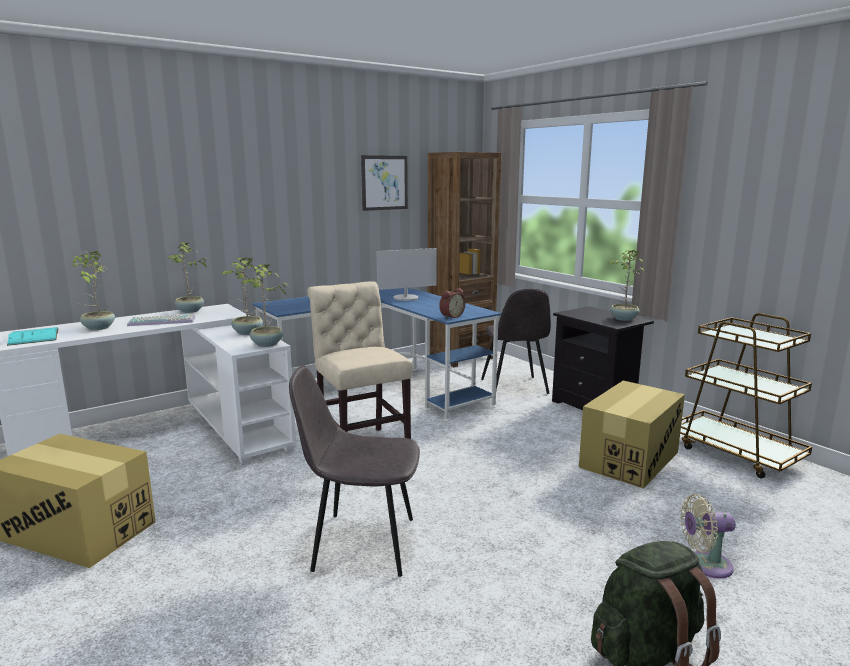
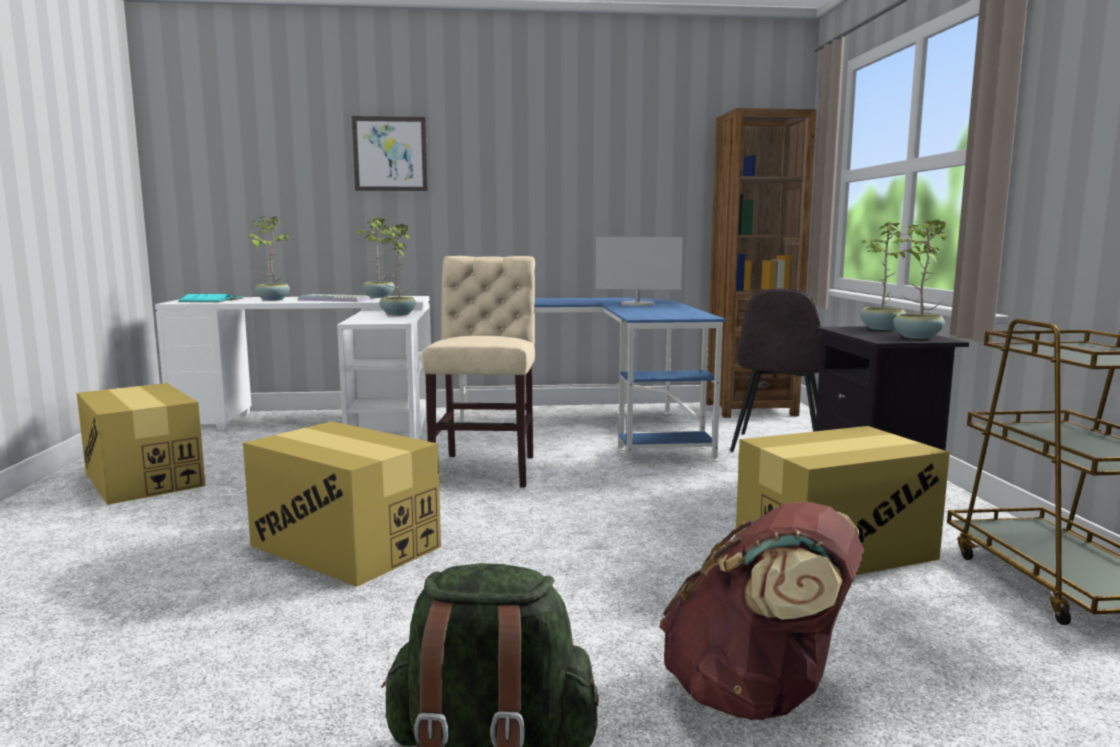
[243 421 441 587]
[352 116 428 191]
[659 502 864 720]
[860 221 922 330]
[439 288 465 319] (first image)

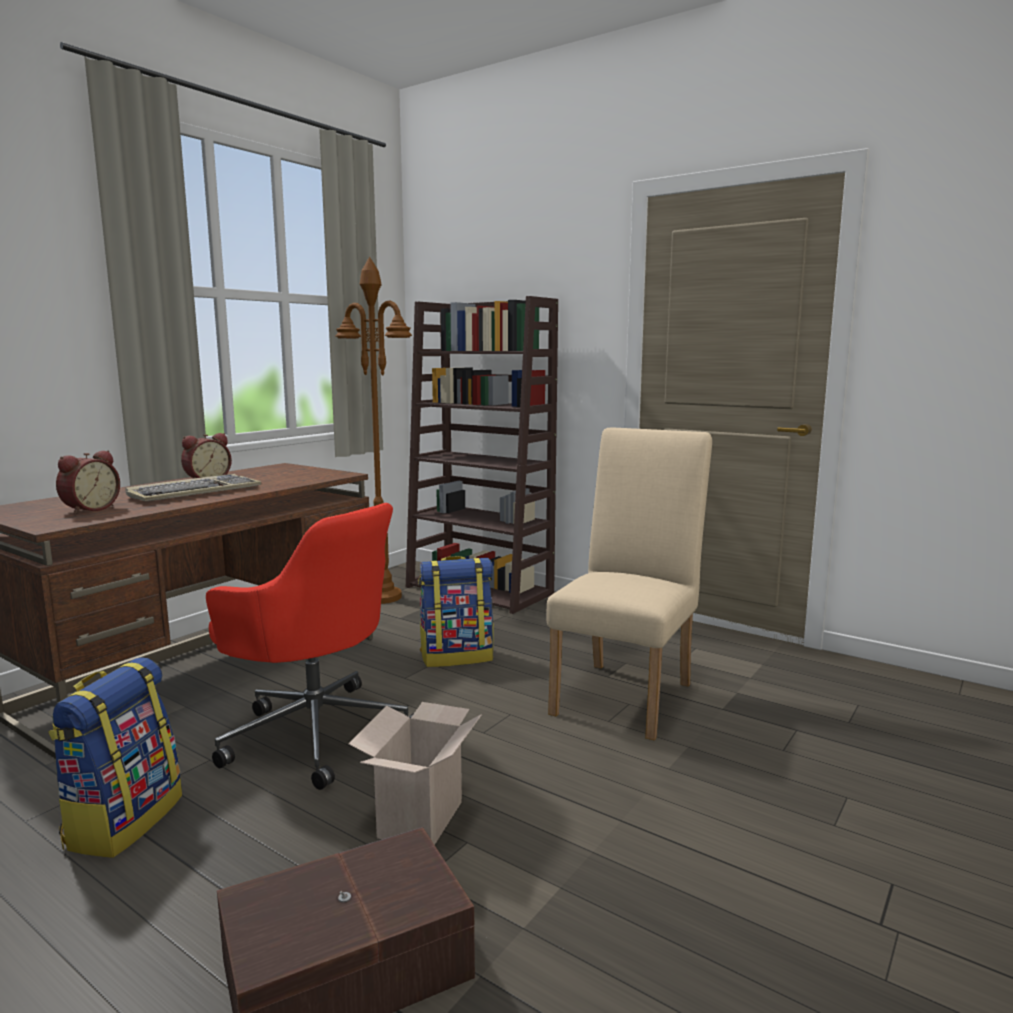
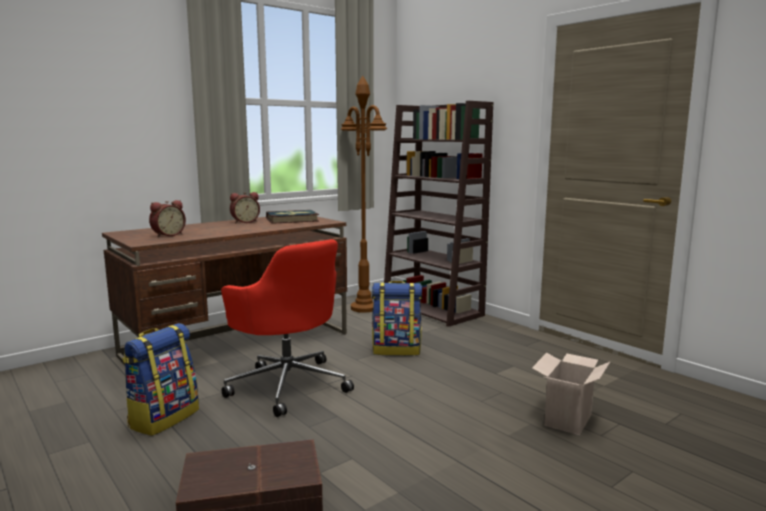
[266 210 319 224]
[532 353 610 435]
[125 474 261 501] (first image)
[547 427 712 741] (first image)

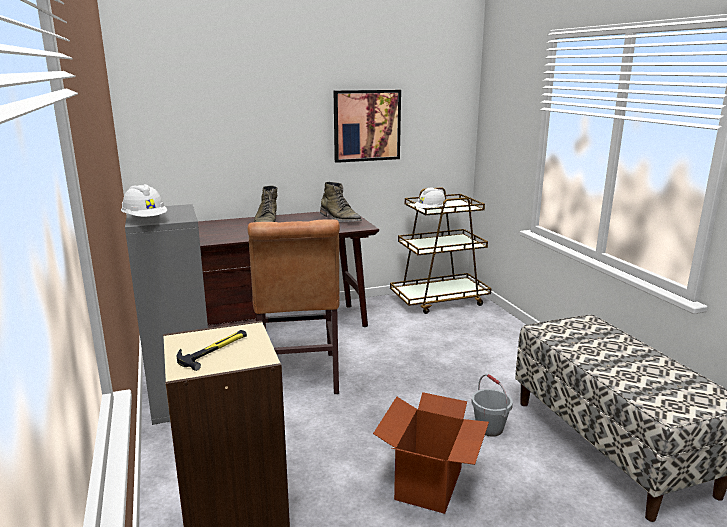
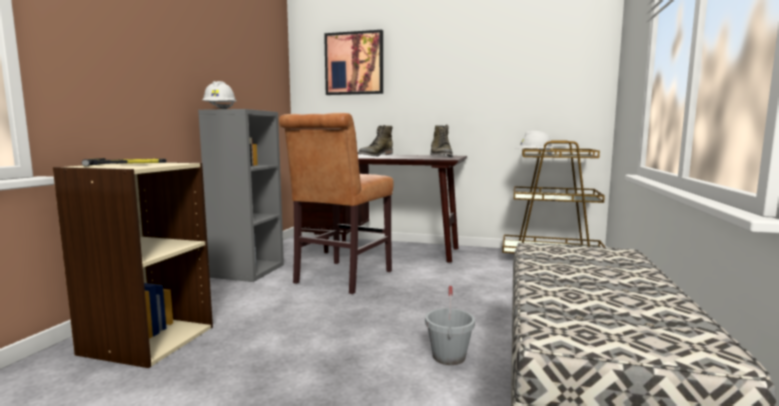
[324 30 383 95]
[373 392 489 514] (first image)

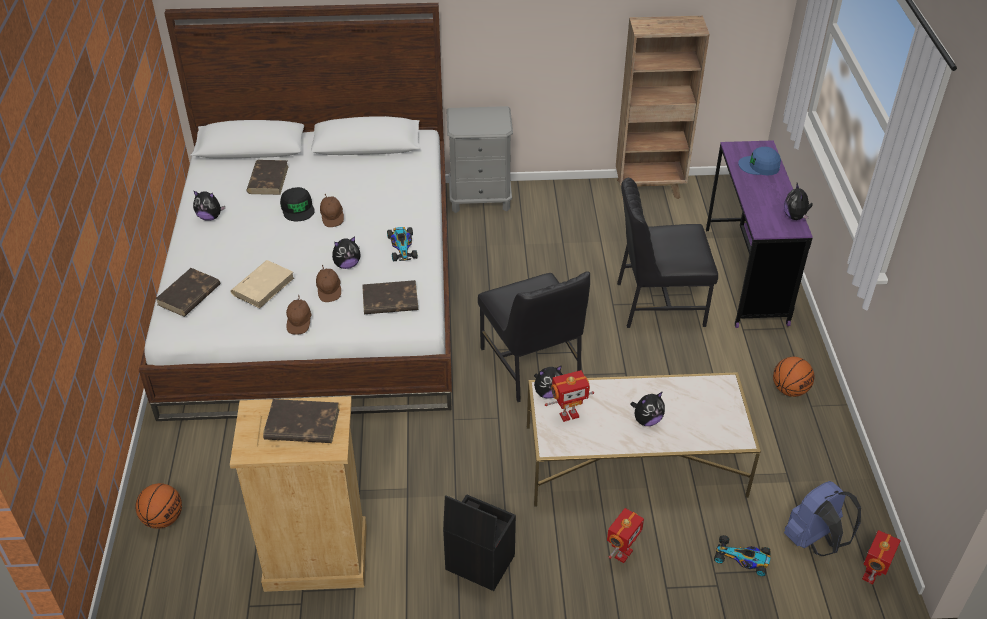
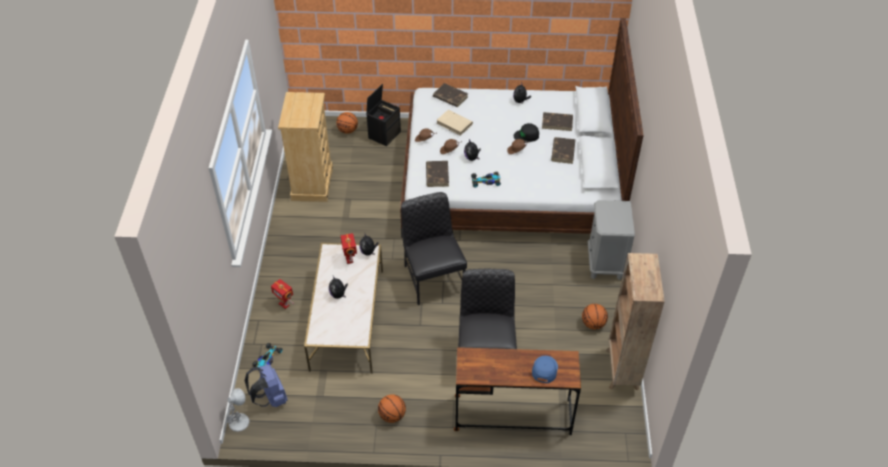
[227 388 249 432]
[366 84 401 146]
[401 192 467 305]
[454 347 581 435]
[551 137 575 164]
[582 304 608 330]
[784 183 813 220] (first image)

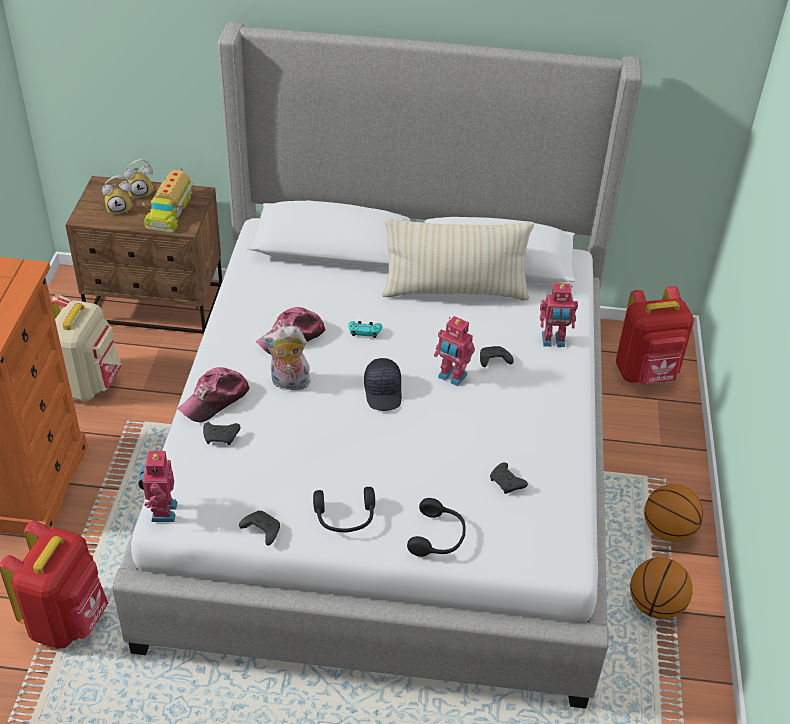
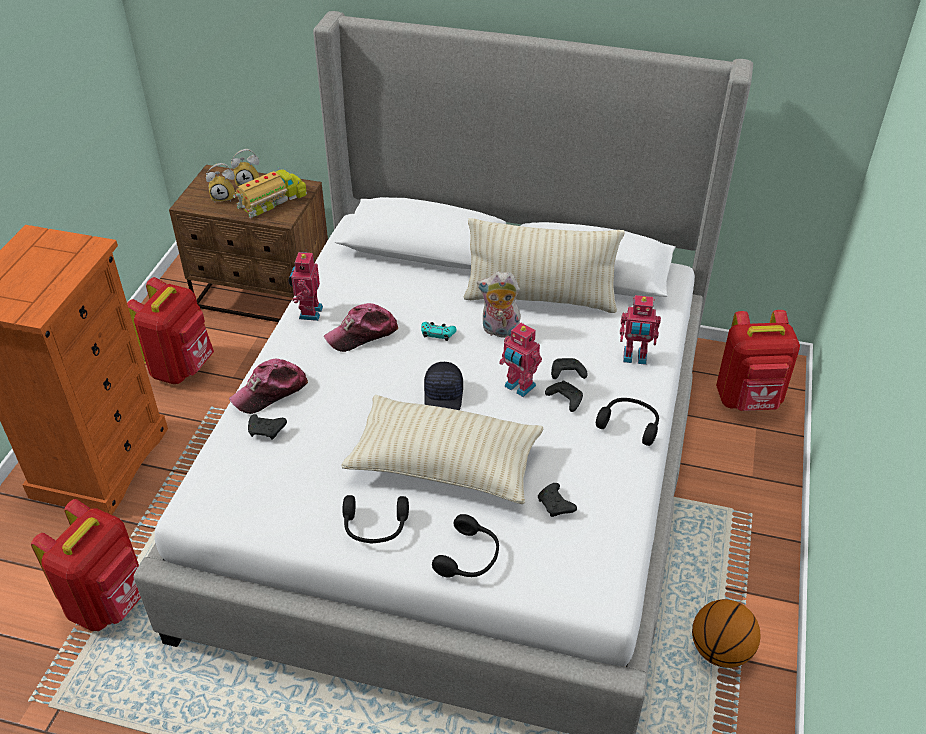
[127 277 214 384]
[233 166 307 219]
[288 249 323 321]
[342 395 543 504]
[477 272 521 338]
[545 380 583 412]
[596 398 659 446]
[644 484 703 542] (first image)

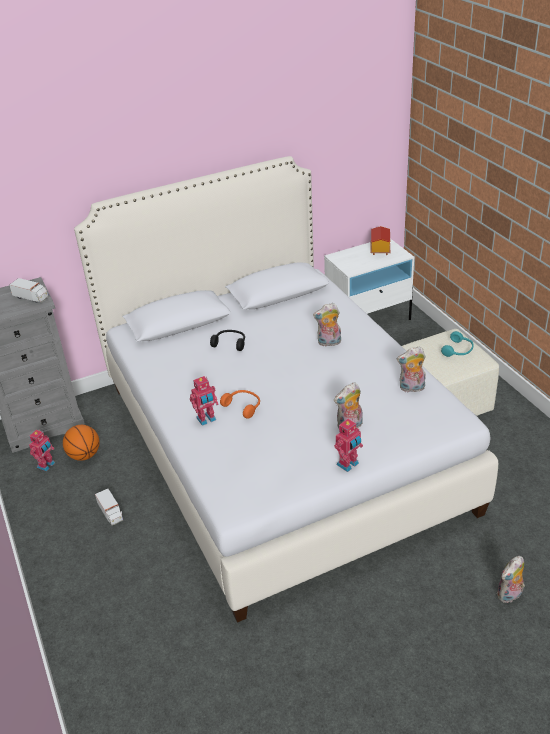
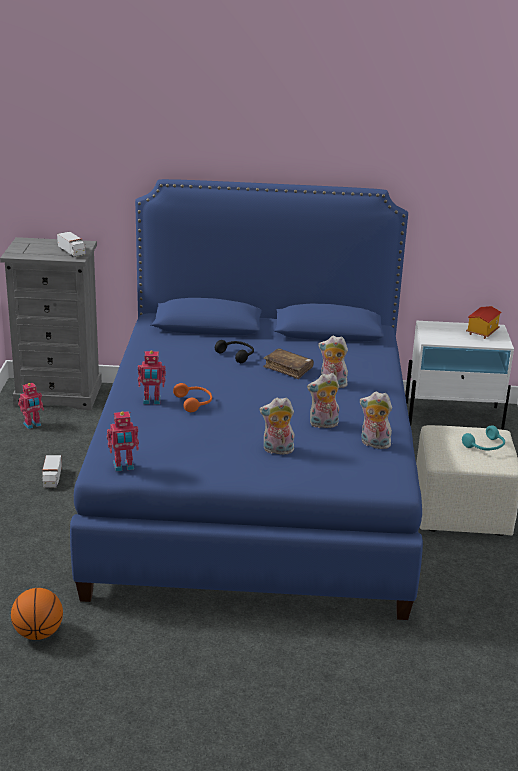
[11 588 63 640]
[70 179 423 620]
[107 411 139 472]
[263 348 314 379]
[307 373 339 428]

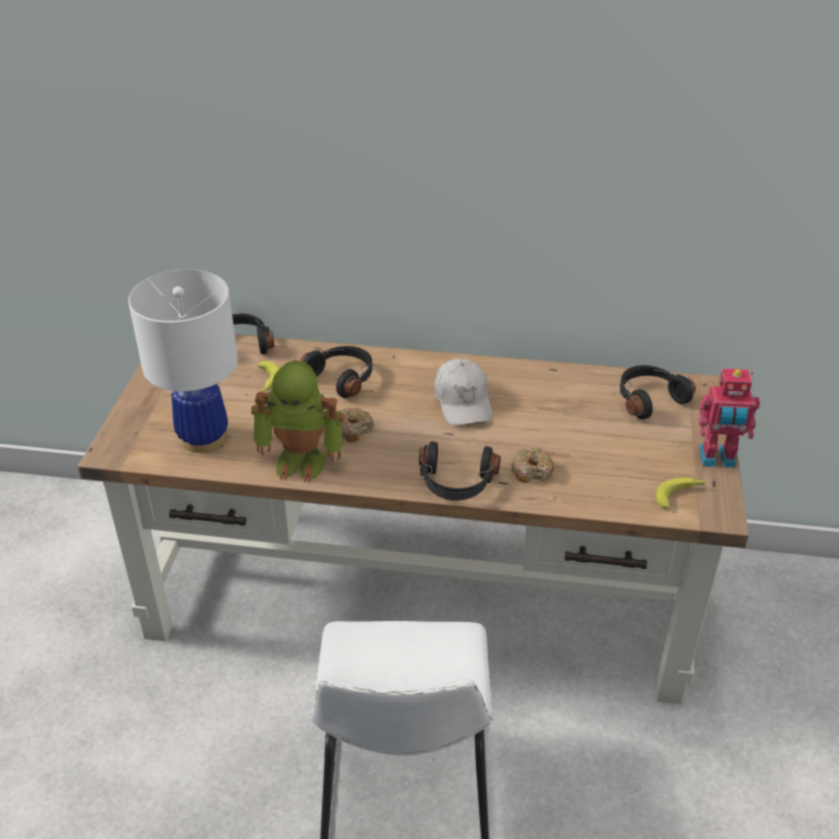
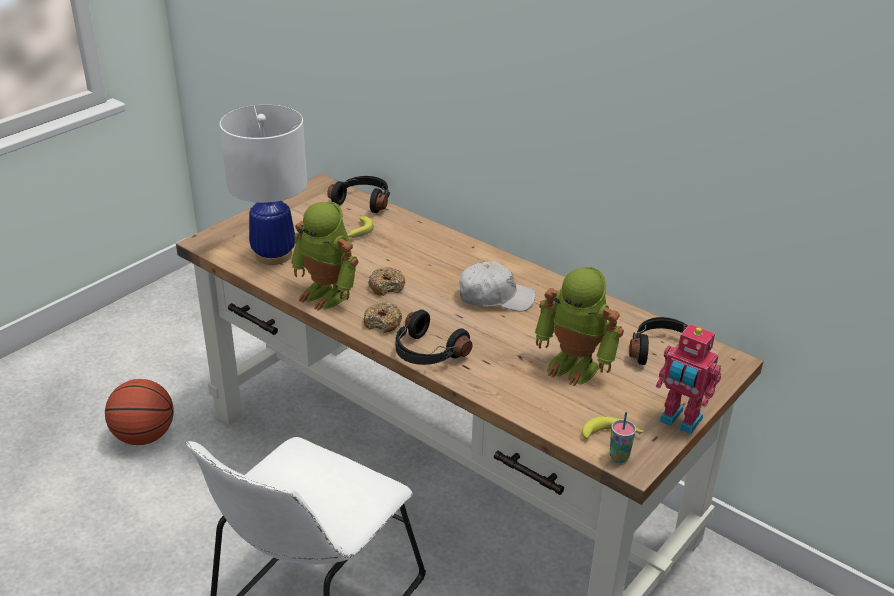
[105 379 174 445]
[364 302 402 333]
[459 261 536 311]
[535 267 624 386]
[610 412 636 463]
[301 346 372 398] (first image)

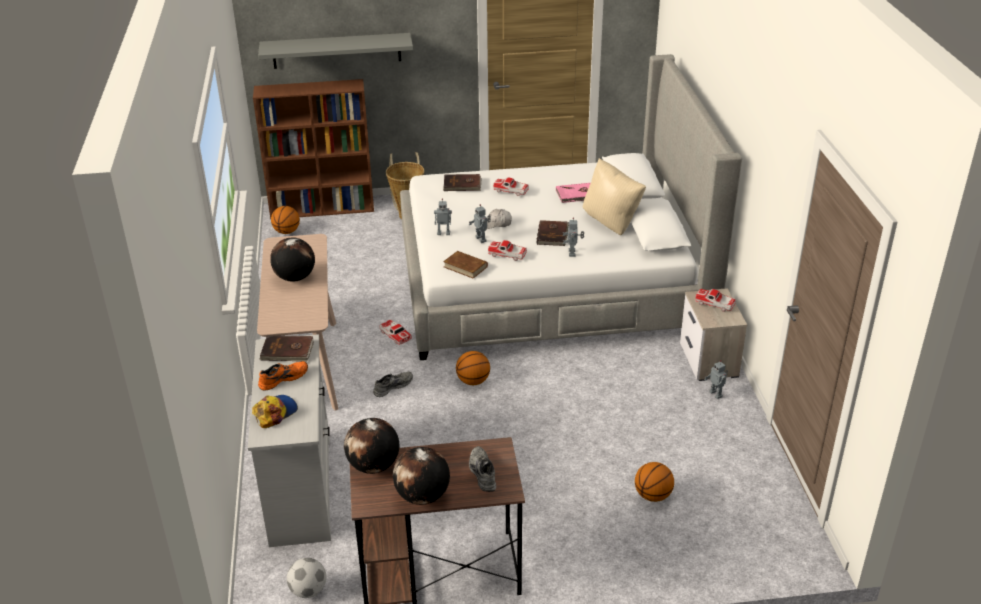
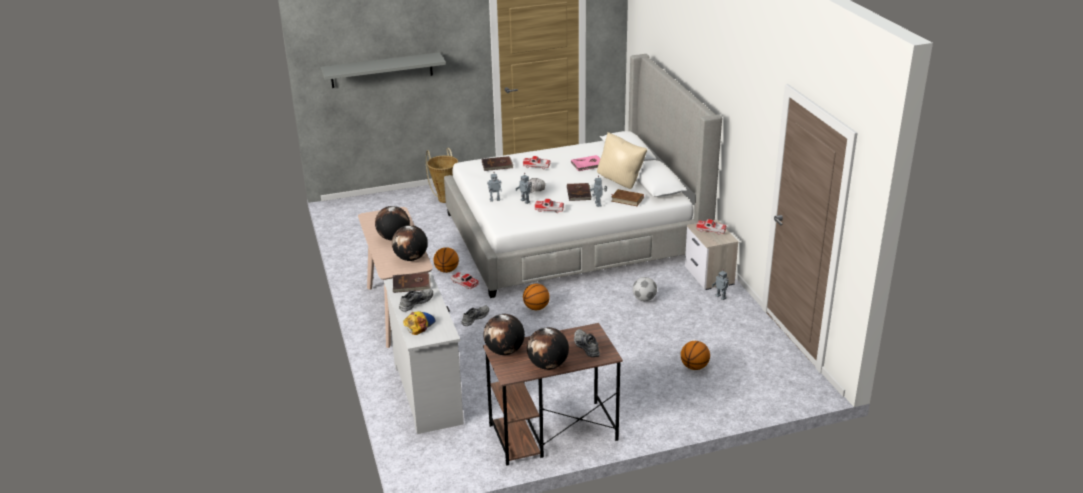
[392 225 428 261]
[399 288 433 312]
[433 247 459 273]
[611 189 644 206]
[633 277 657 301]
[253 79 374 219] (first image)

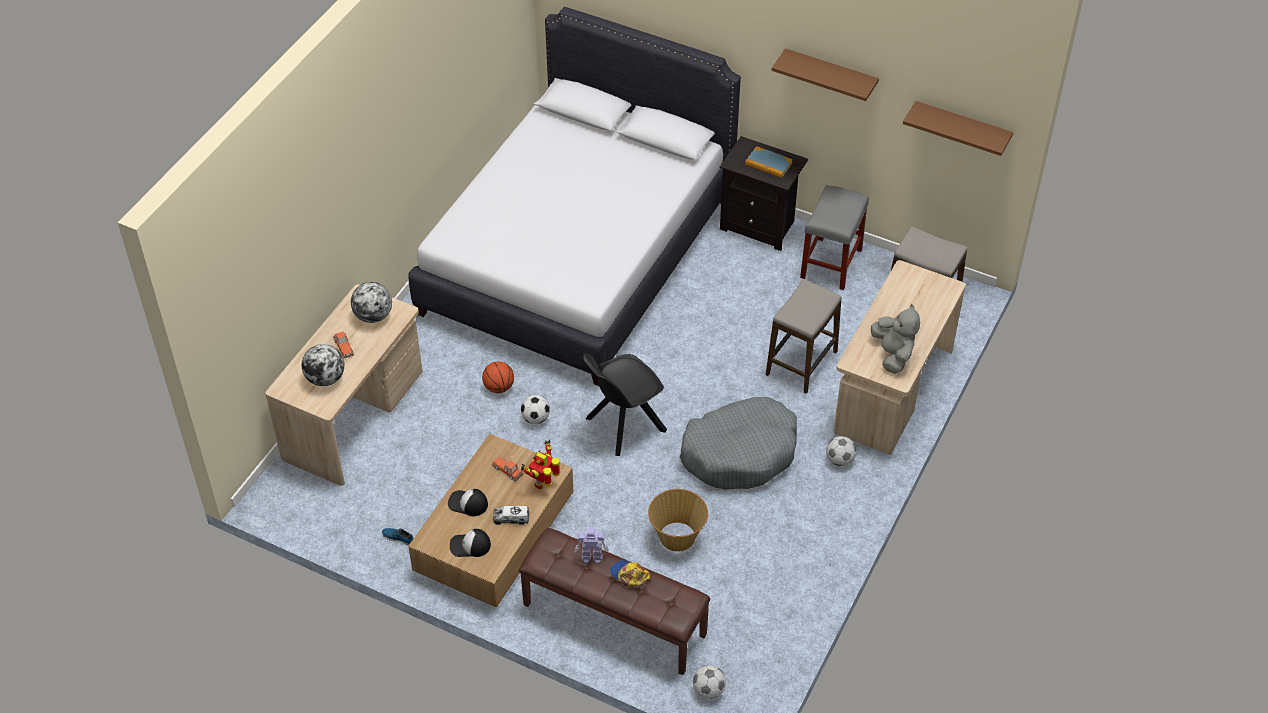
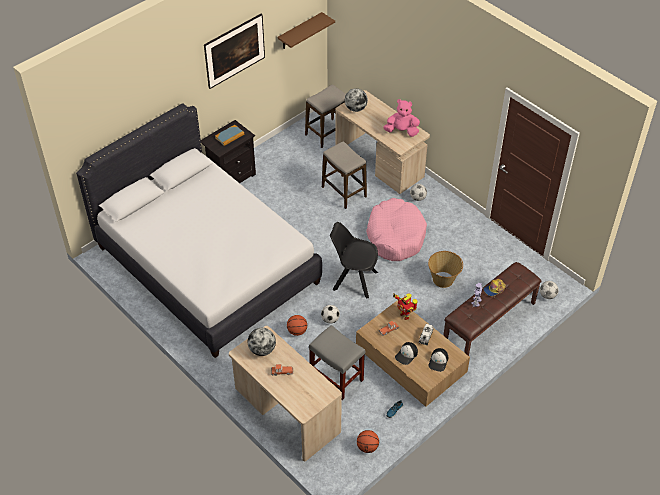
[204 14 265 89]
[309 325 365 400]
[330 222 378 299]
[345 88 368 112]
[357 430 379 453]
[366 198 427 261]
[383 99 420 137]

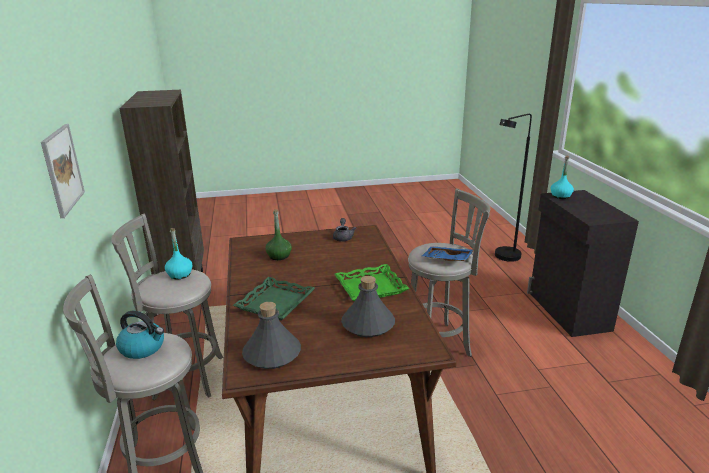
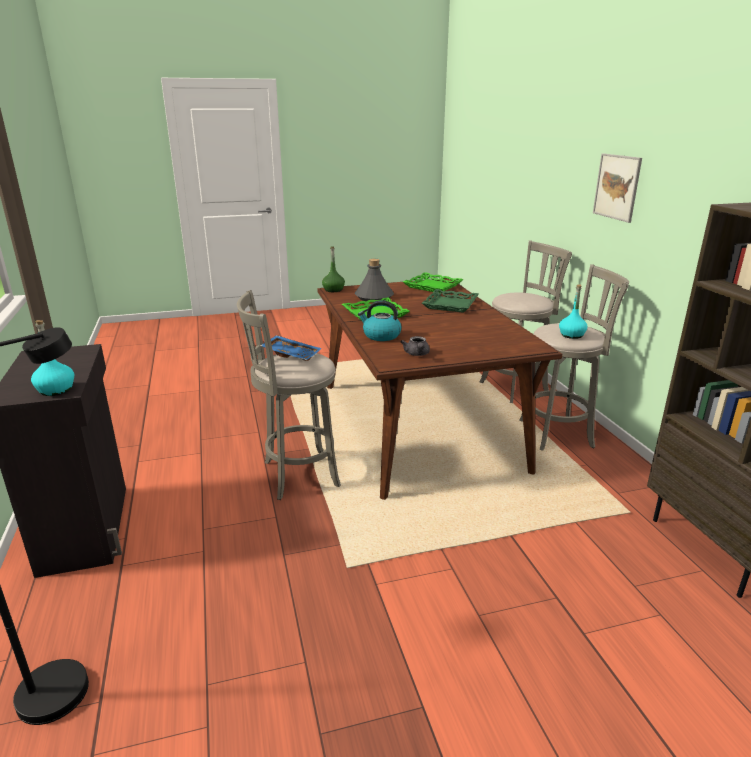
[322 247 345 292]
[358 300 401 341]
[403 272 463 293]

